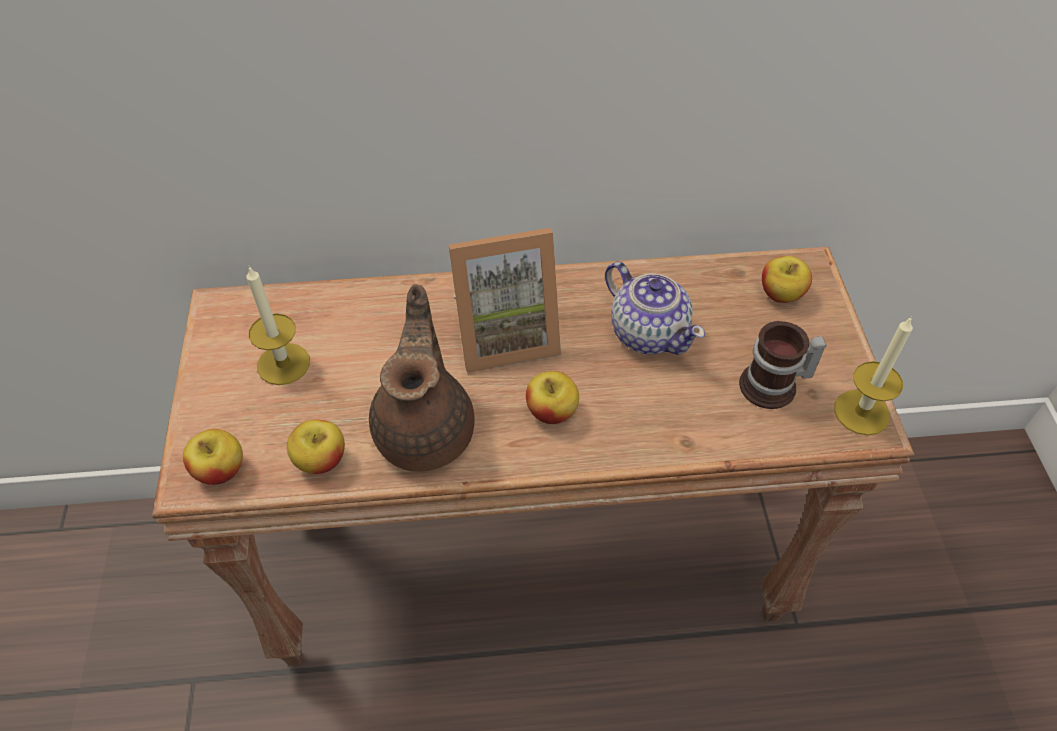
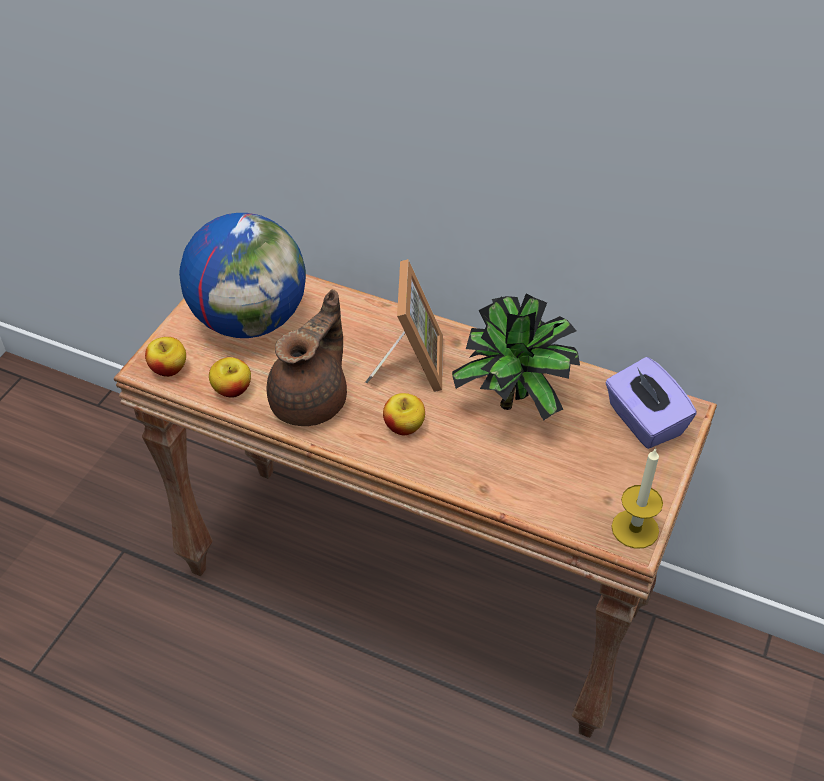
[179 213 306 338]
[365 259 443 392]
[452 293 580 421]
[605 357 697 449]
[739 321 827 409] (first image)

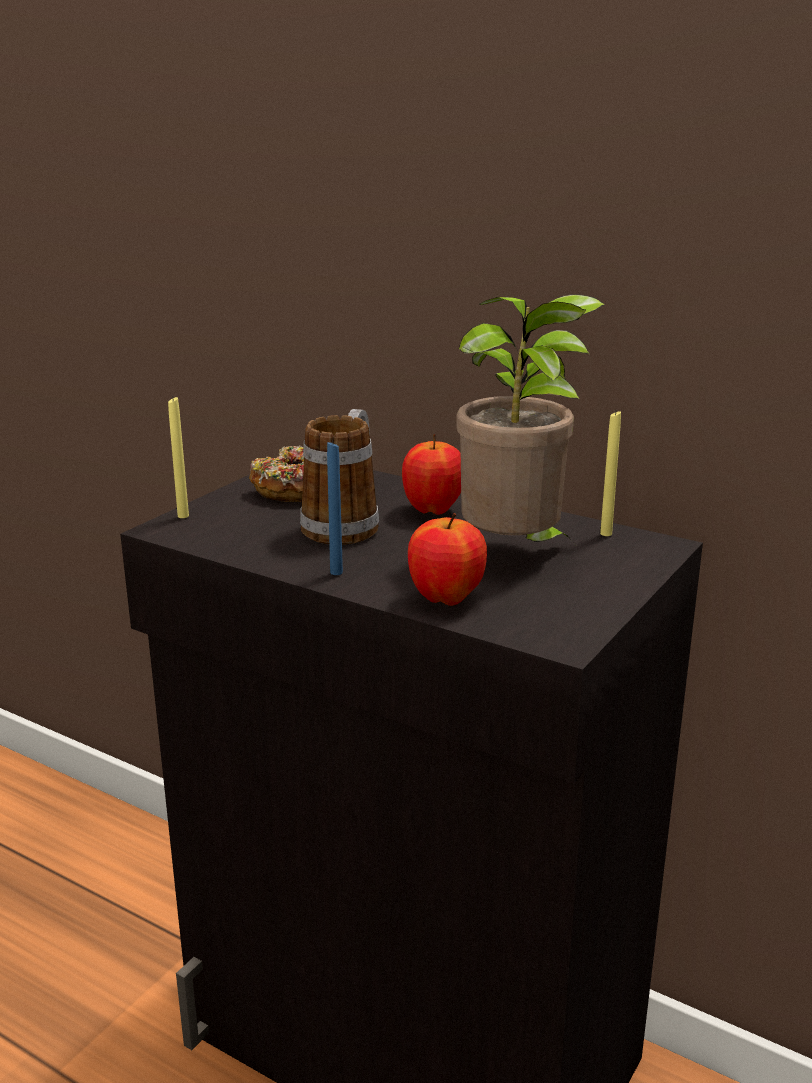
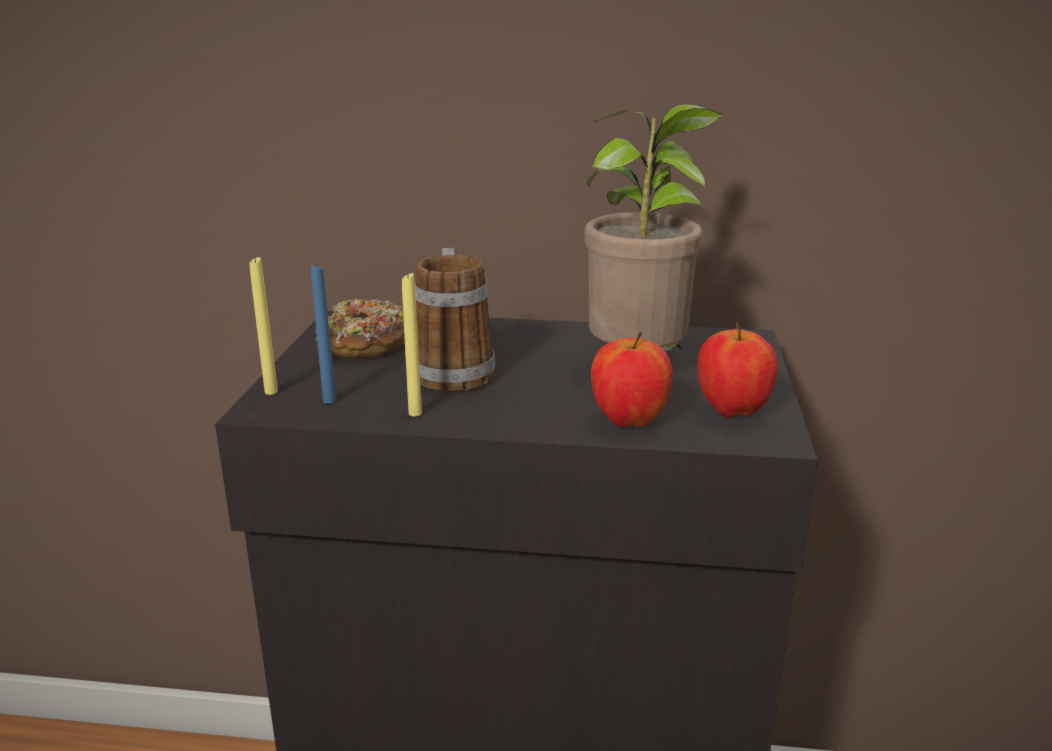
[311 263 336 404]
[402 272 422 417]
[698 322 778 418]

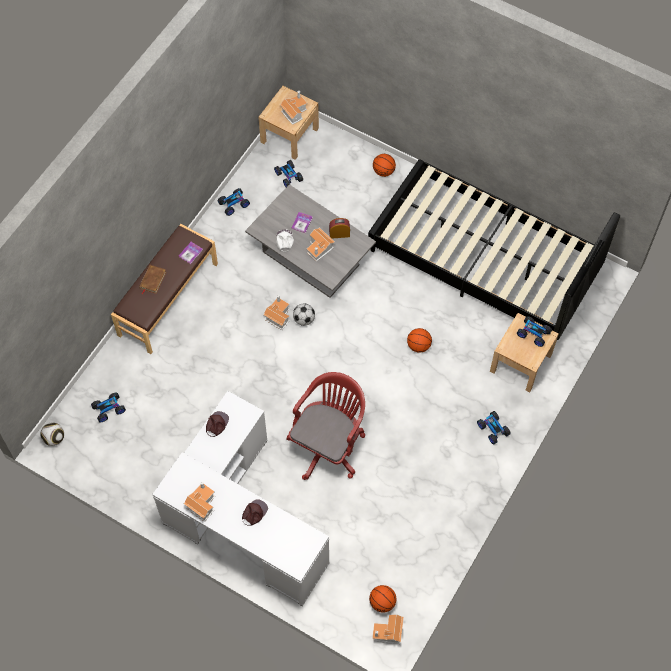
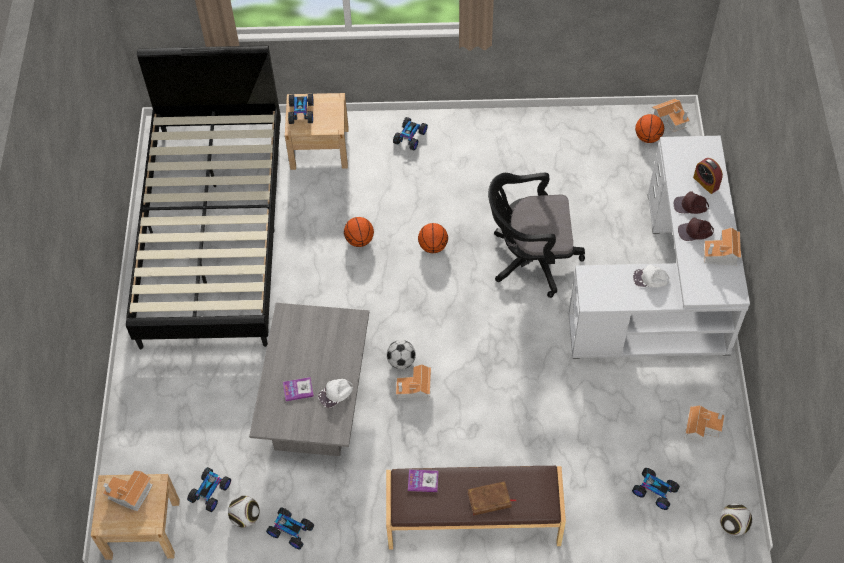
[228 496 260 527]
[418 223 448 253]
[488 173 585 298]
[633 264 670 287]
[678 218 714 241]
[685 405 725 443]
[693 158 723 194]

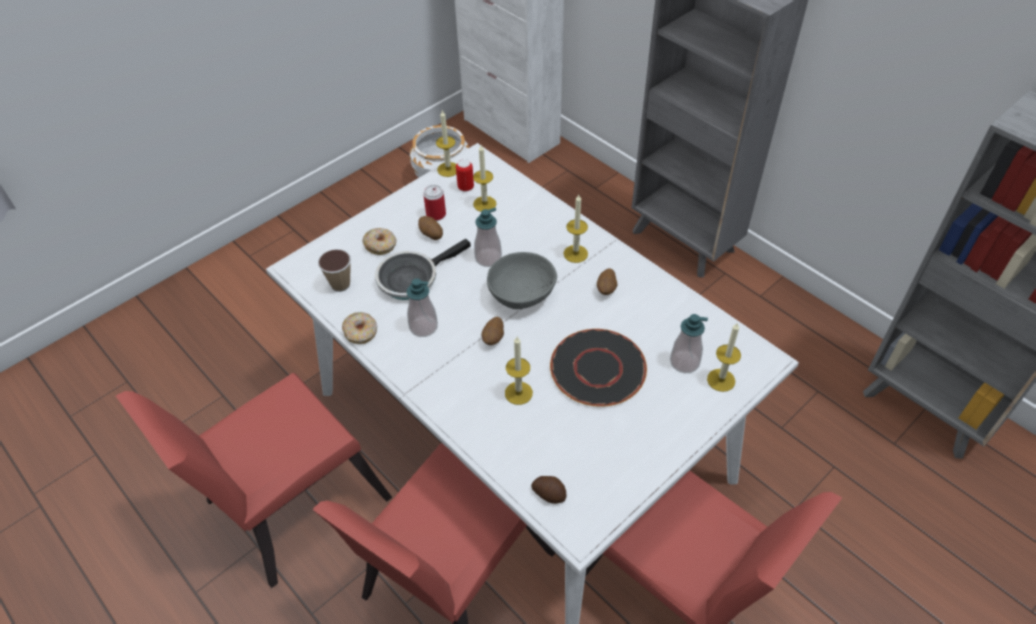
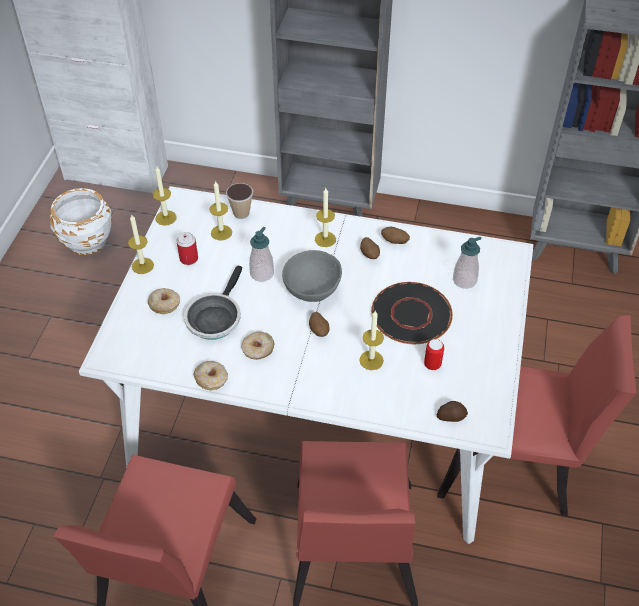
[128 214 154 274]
[226 183 253 219]
[242 332 275 360]
[381 227 410 244]
[424 339 444 370]

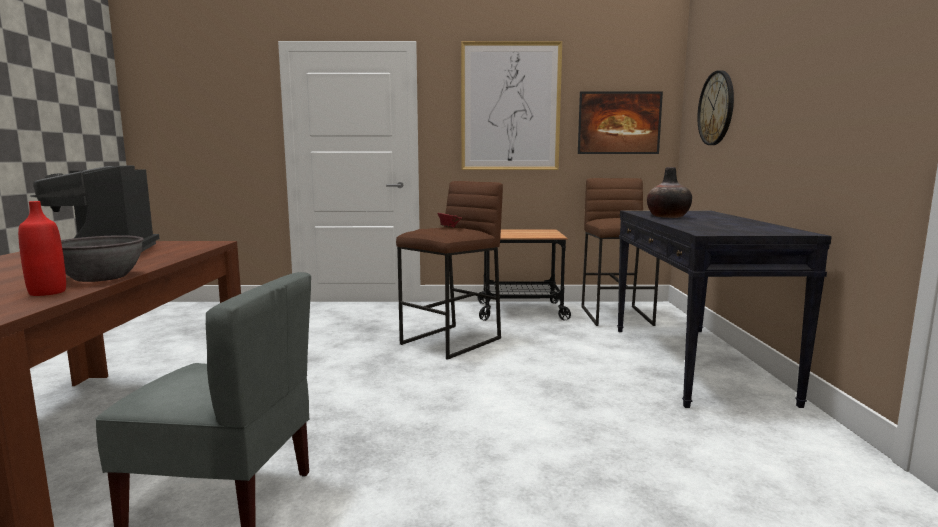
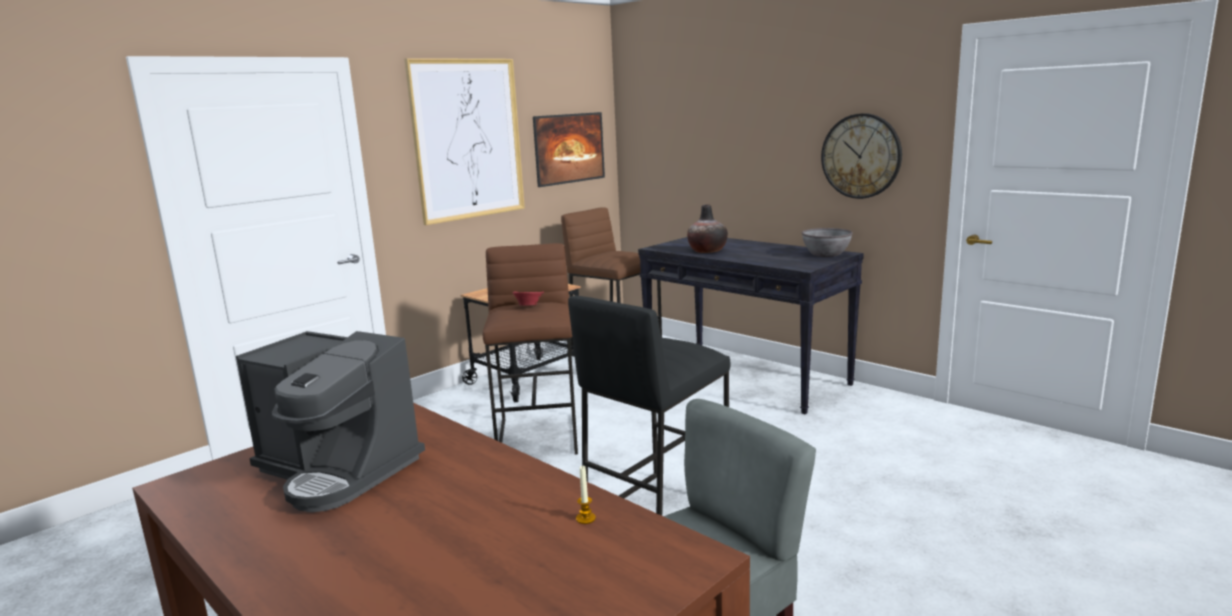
[568 296 731 516]
[576 465 596 524]
[801 228 853 257]
[821 113 902 199]

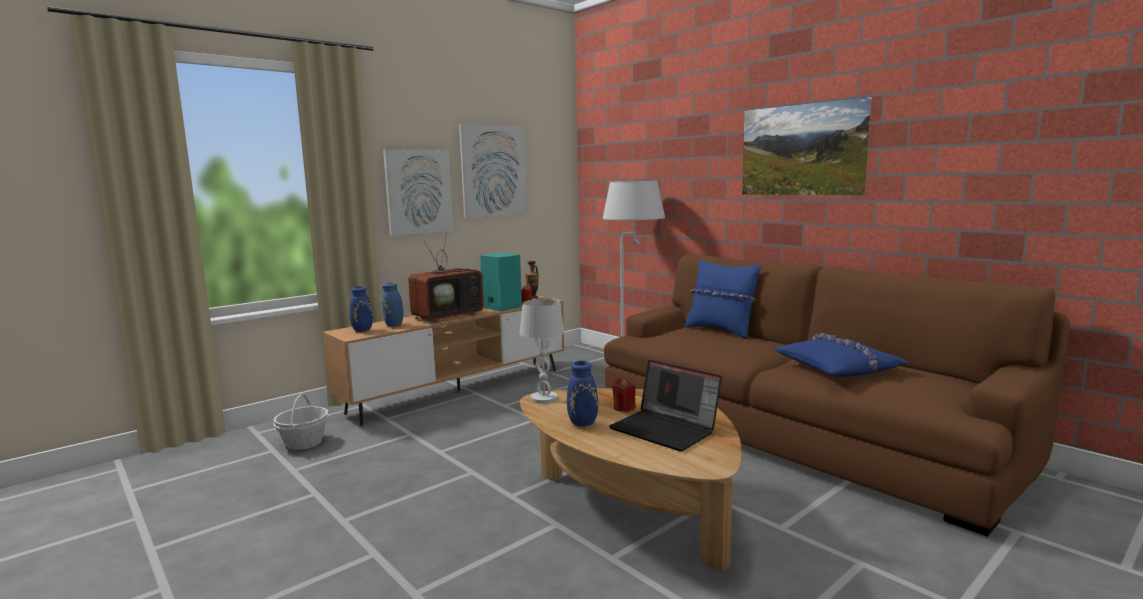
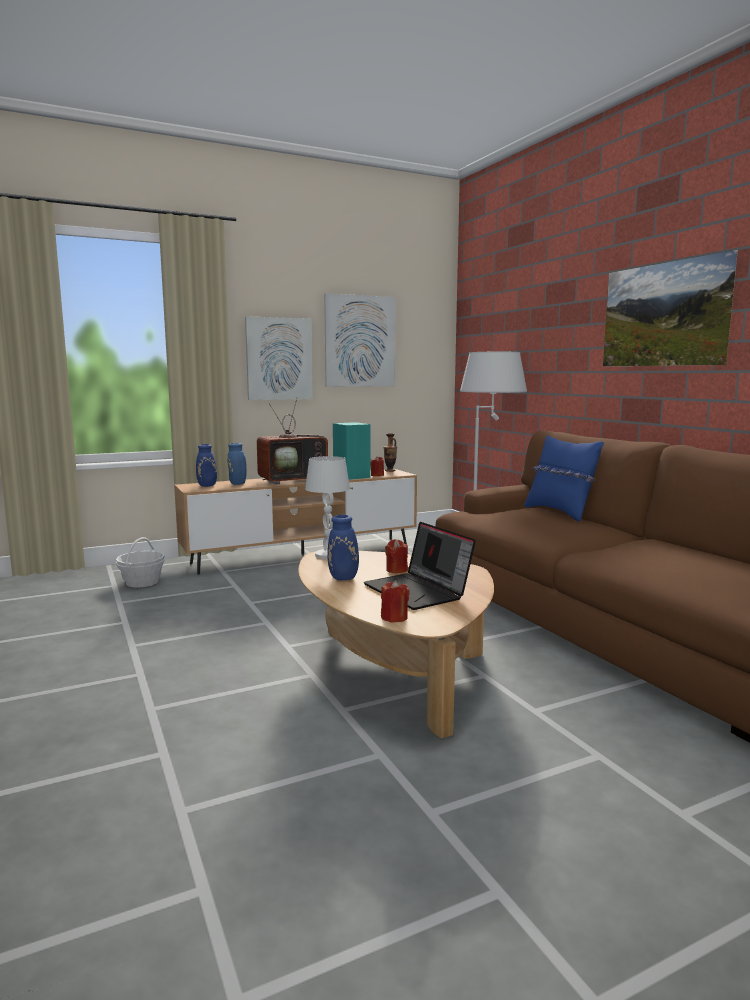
[381 580 410 622]
[774 333 909 377] (first image)

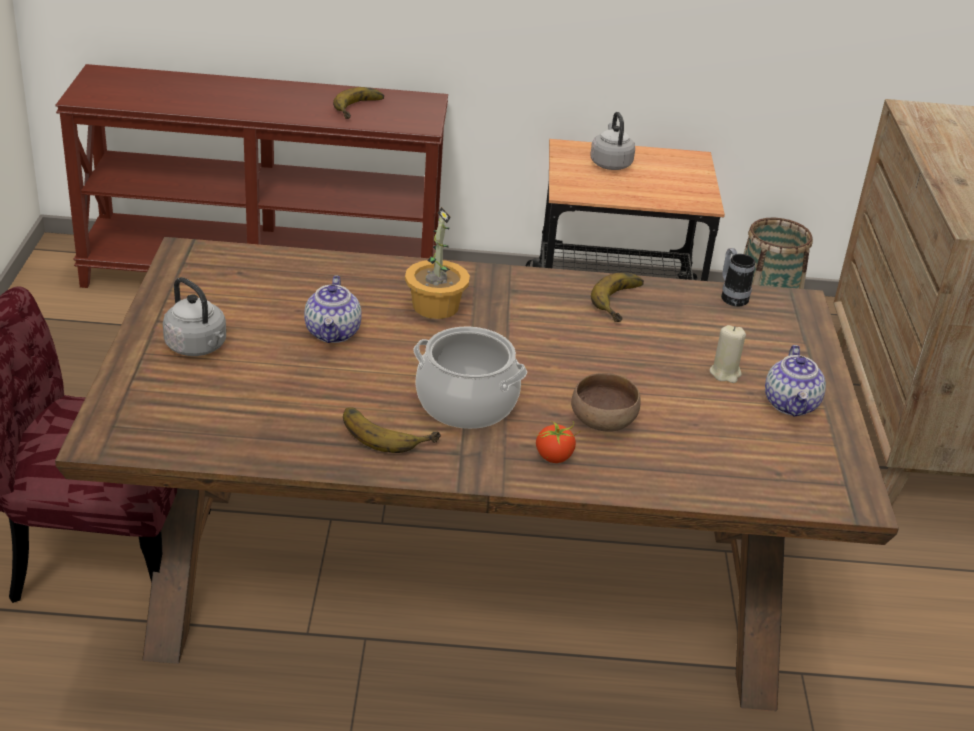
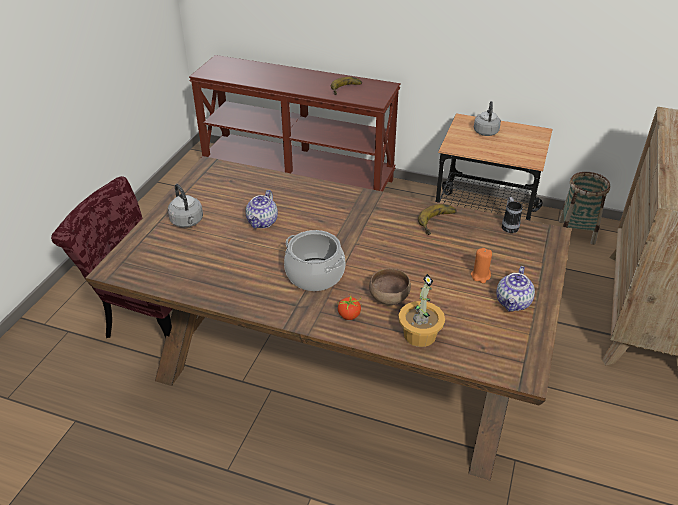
[399 273 445 347]
[471 248 492 283]
[343 407 441 453] (first image)

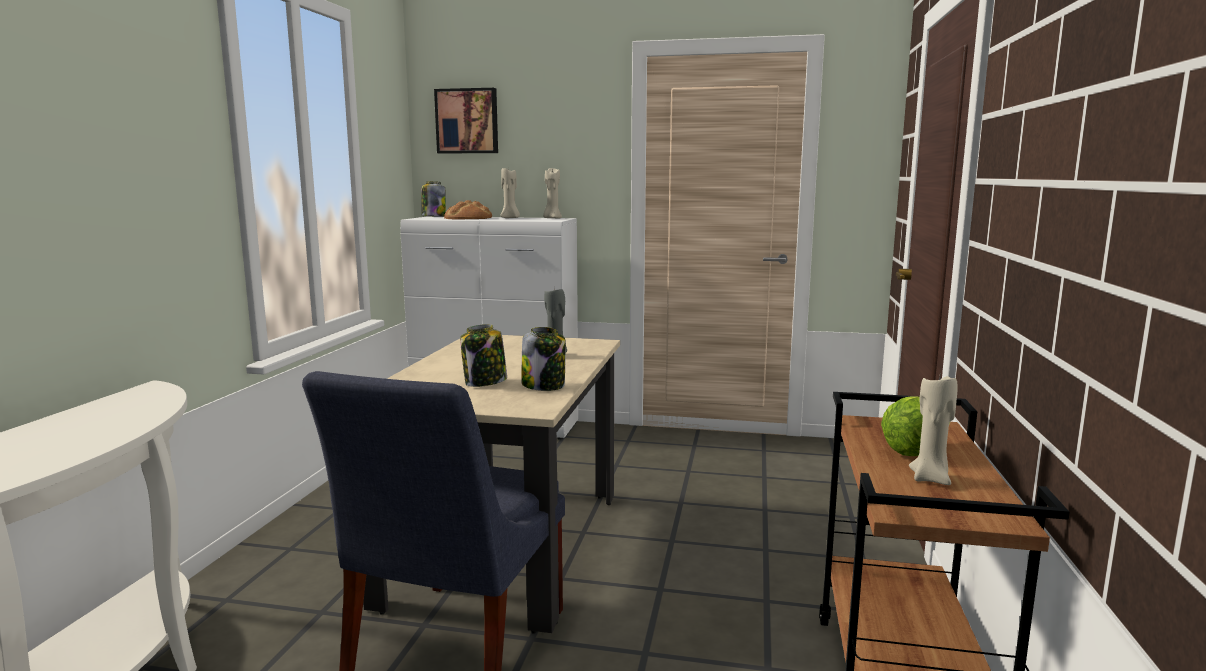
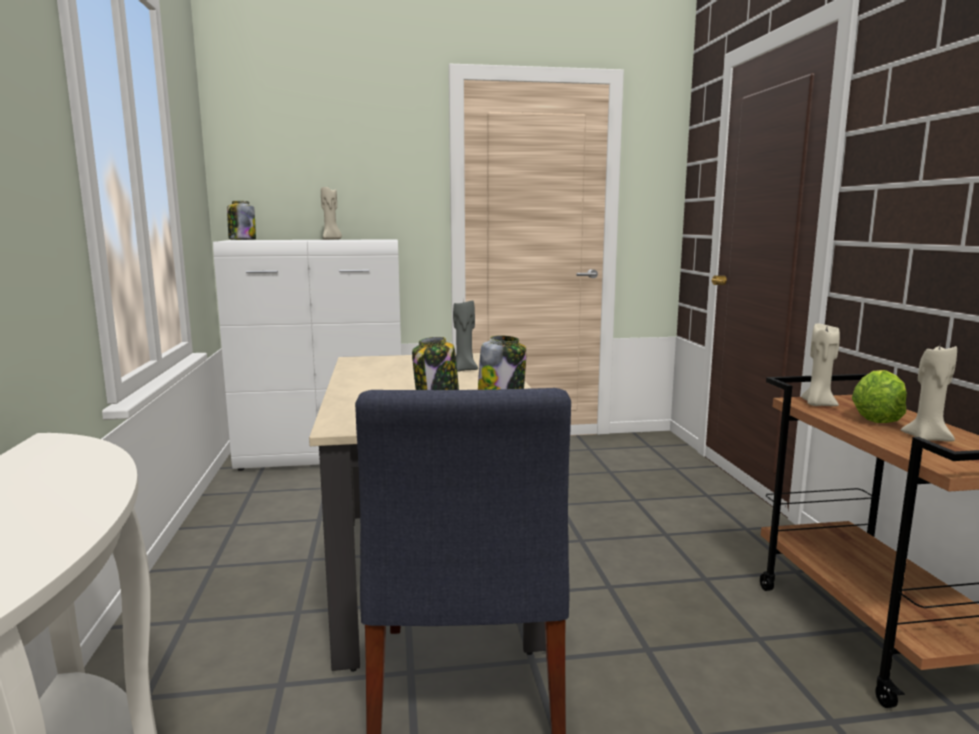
[801 323 840 406]
[434 88 498 153] (first image)
[444 200 492 219] (first image)

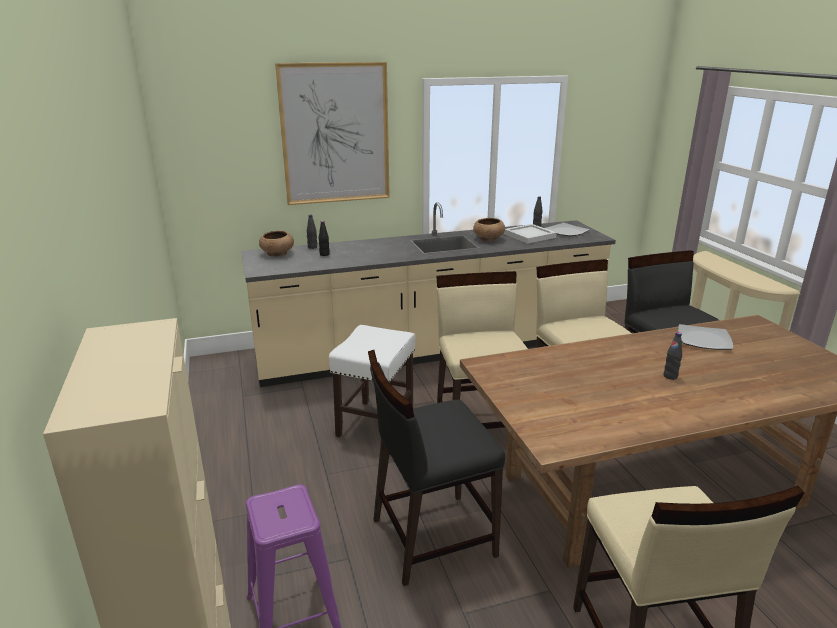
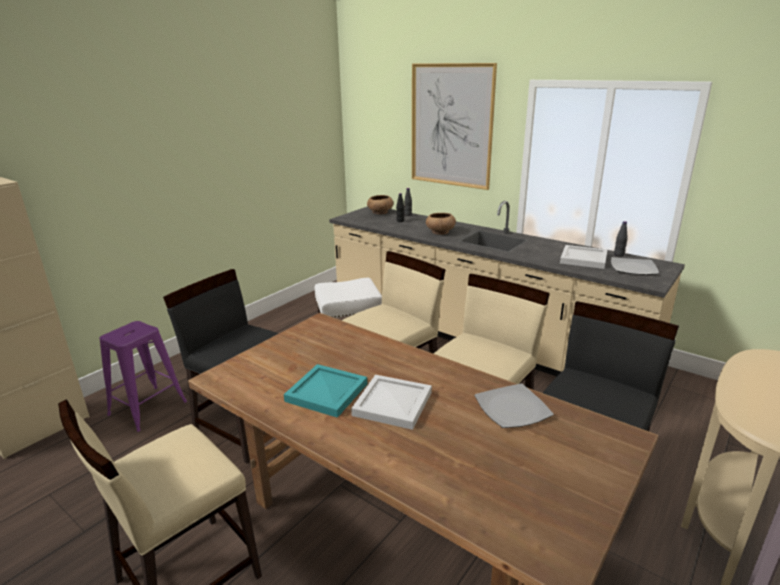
[284 364 367 418]
[351 375 432 430]
[426 213 456 235]

